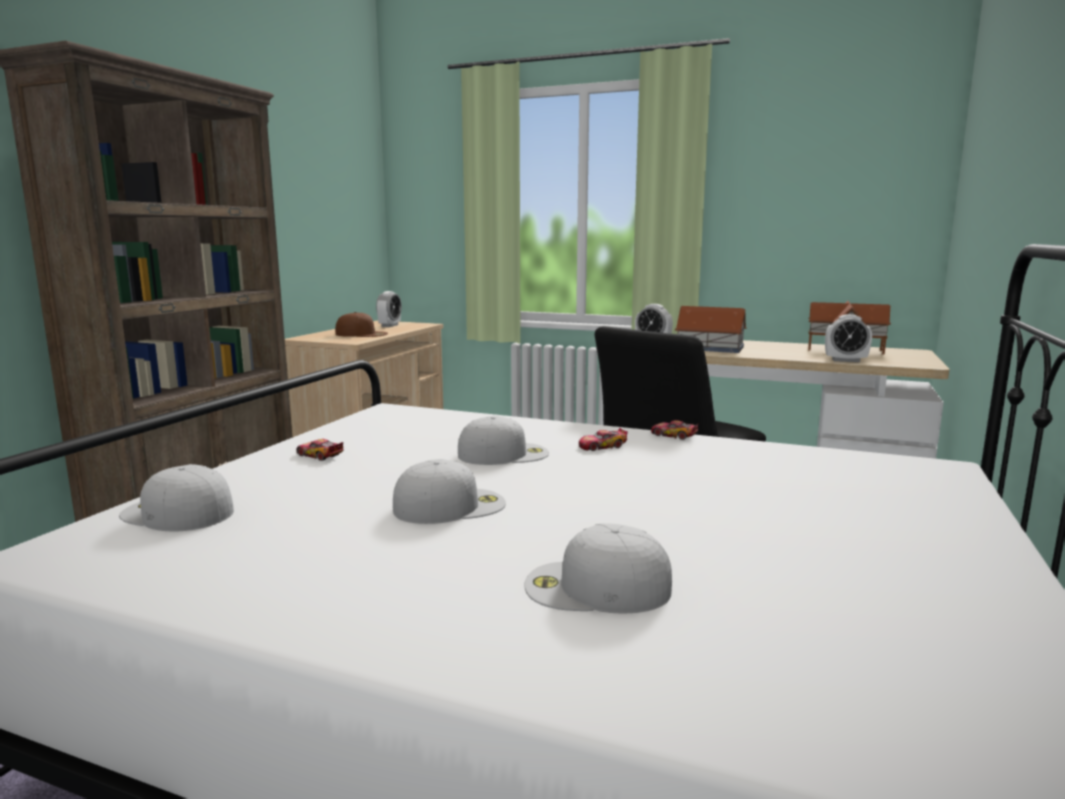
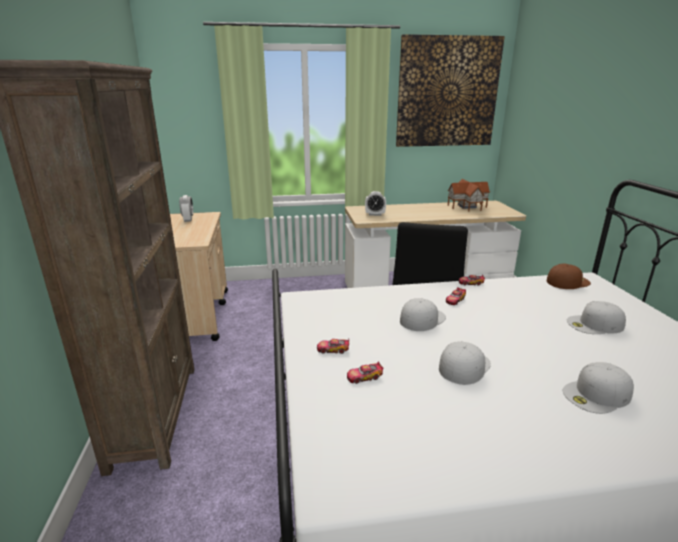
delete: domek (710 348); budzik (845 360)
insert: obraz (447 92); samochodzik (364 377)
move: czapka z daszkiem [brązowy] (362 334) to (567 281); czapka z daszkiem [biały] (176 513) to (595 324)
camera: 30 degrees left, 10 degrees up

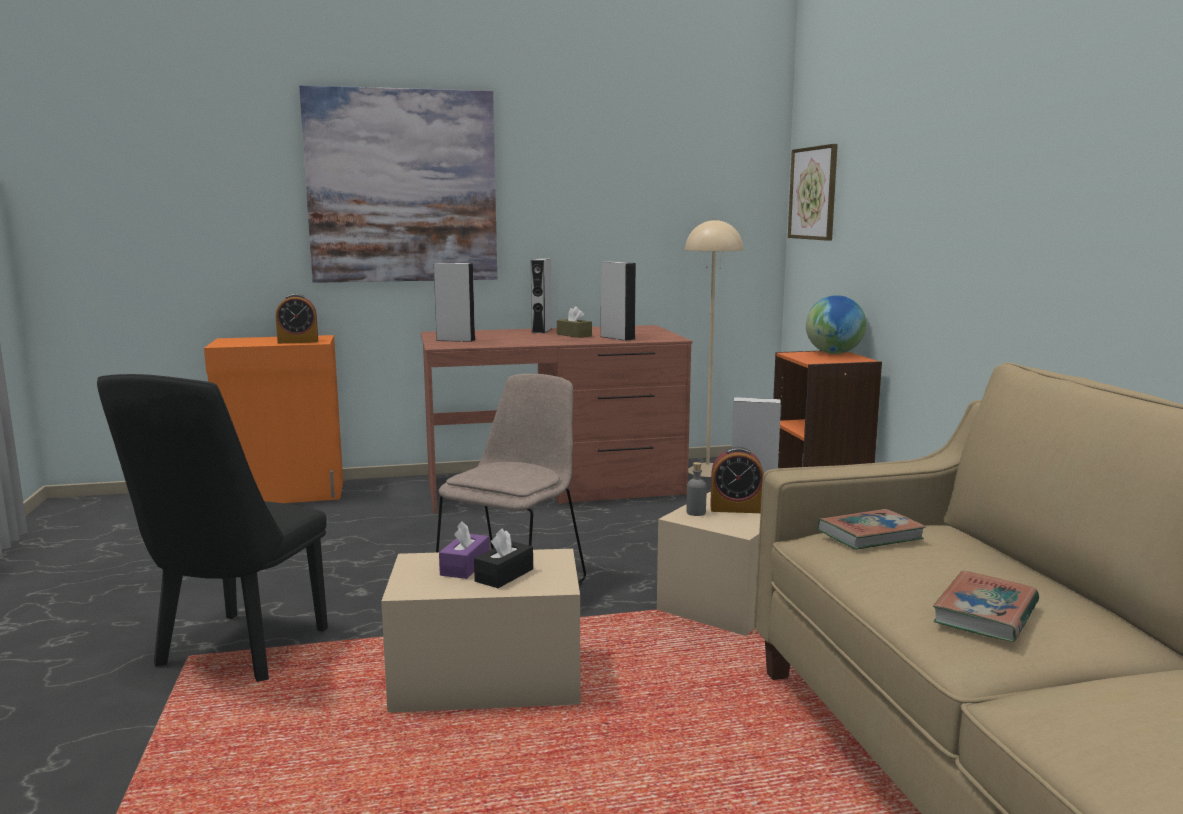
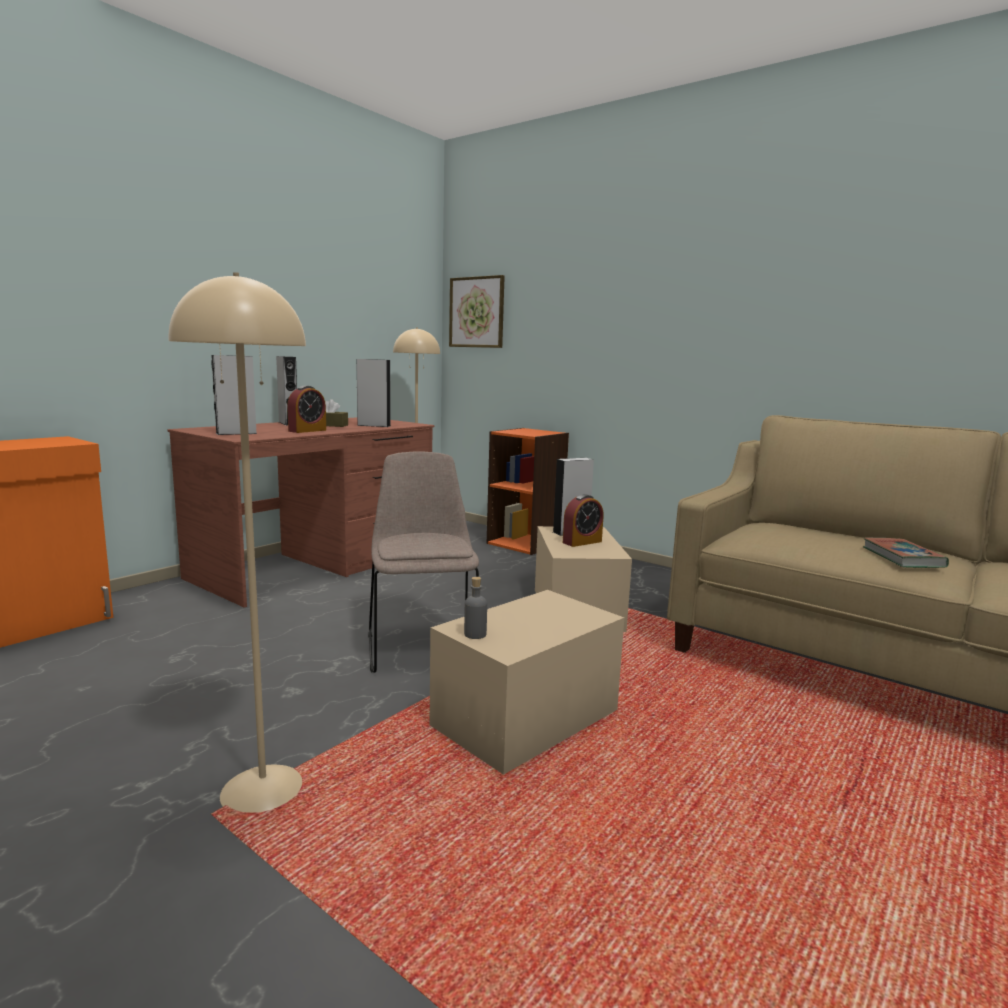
delete: obraz (402 186); globus (834 353); książka (870 535); pudełko chusteczek [fioletowy] (465 566); pudełko chusteczek [czarny] (504 575)
move: budzik (298 341) to (307 430); butelka [szary] (696 513) to (475 634)
replace: krzesło [czarny] (235 653) to lampa stojąca [beżowy] (262 789)
camera: 40 degrees left, 0 degrees up

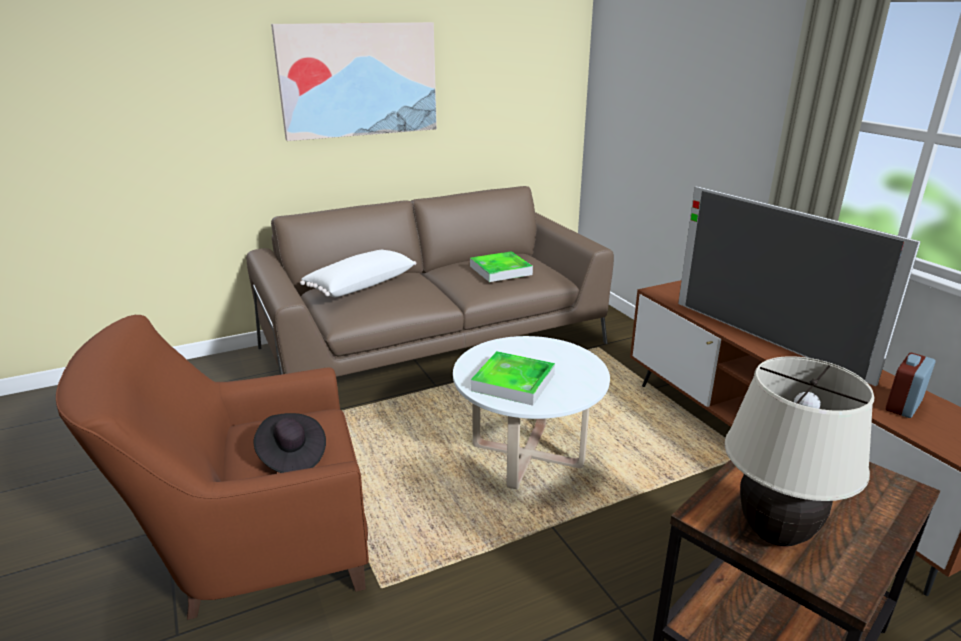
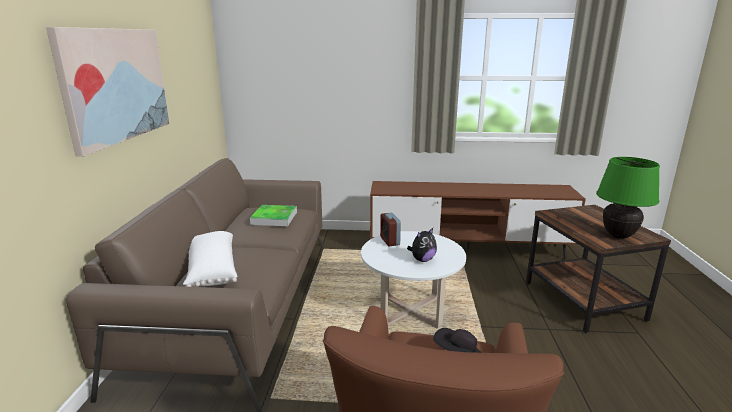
delete: telewizor (765 339)
move: budzik (903 405) to (390 241)
replace: taca (513 382) to pluszak (422 260)
recolor: lampa stołowa [beżowy] (775 534) to lampa stołowa [zielony] (618 236)
camera: 60 degrees left, 5 degrees down

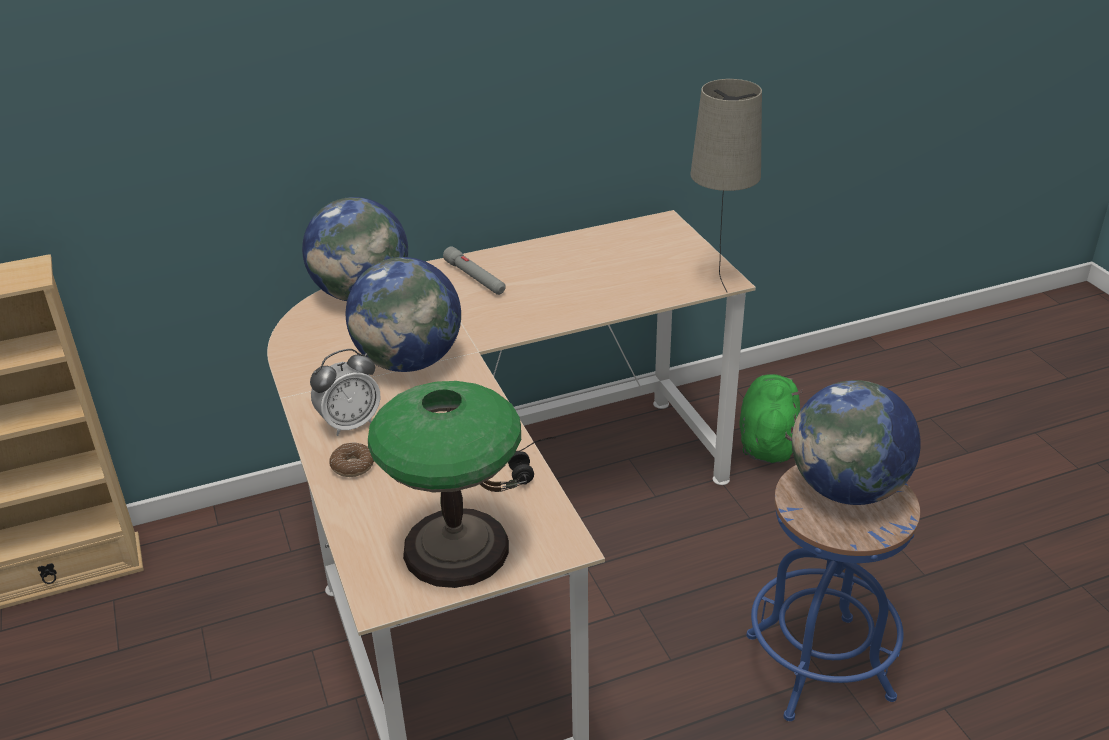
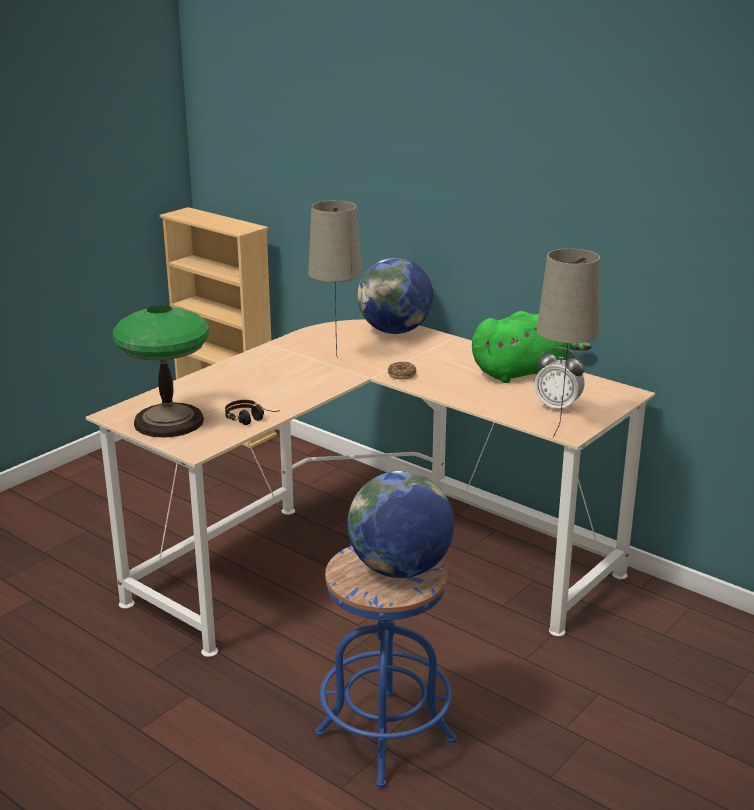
delete: latarka [szary] (475 278)
move: budzik (350 424) to (557 407); pluszak [zielony] (767 439) to (523 372); donut (352 466) to (401 375)
replace: globus (409 361) to lampa stołowa [beżowy] (336 363)
camera: 60 degrees right, 10 degrees down

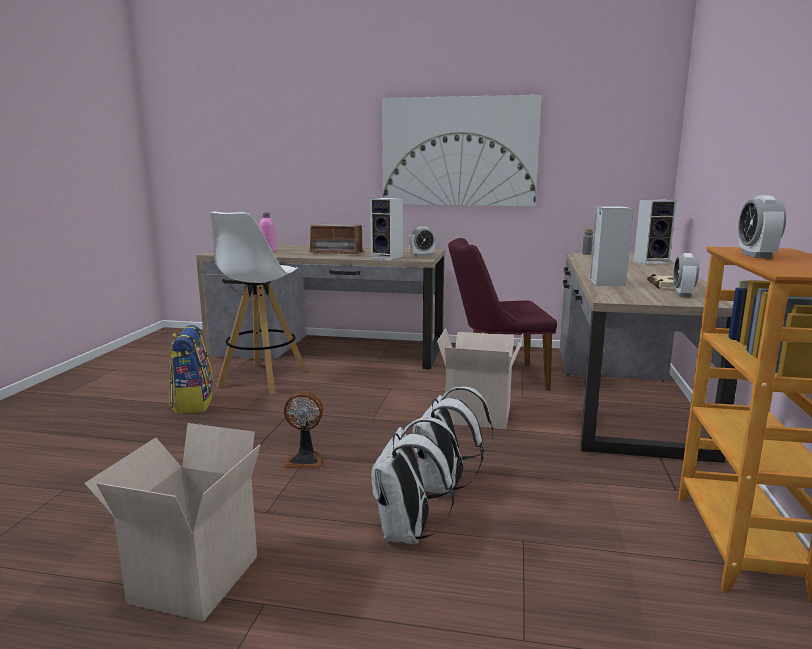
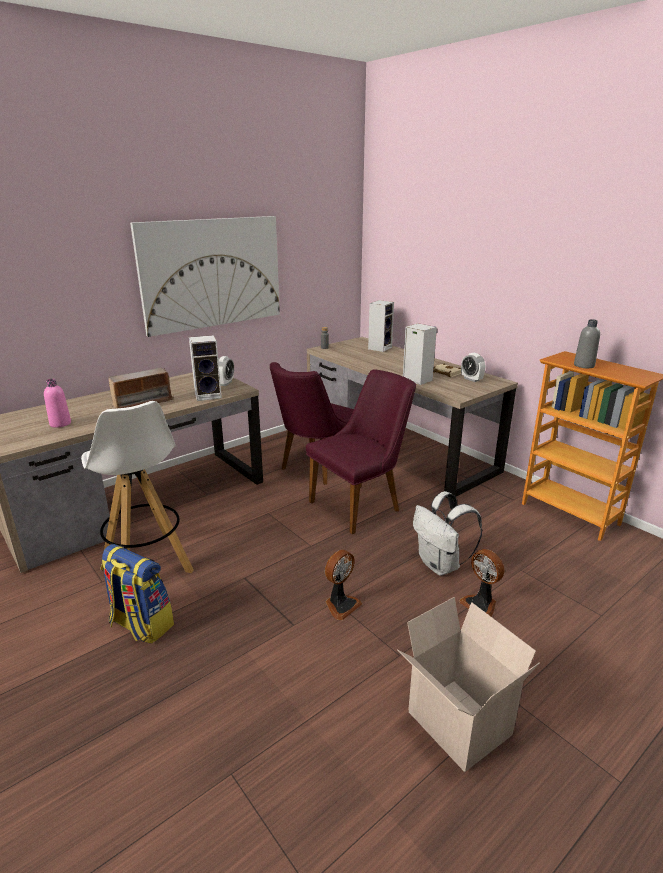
replace: budzik (756 255) to butelka [szary] (584 365); karton (479 415) to krzesło [fioletowy] (362 504); plecak [biały] (409 533) to wentylator (480 604)
camera: 50 degrees left, 10 degrees up

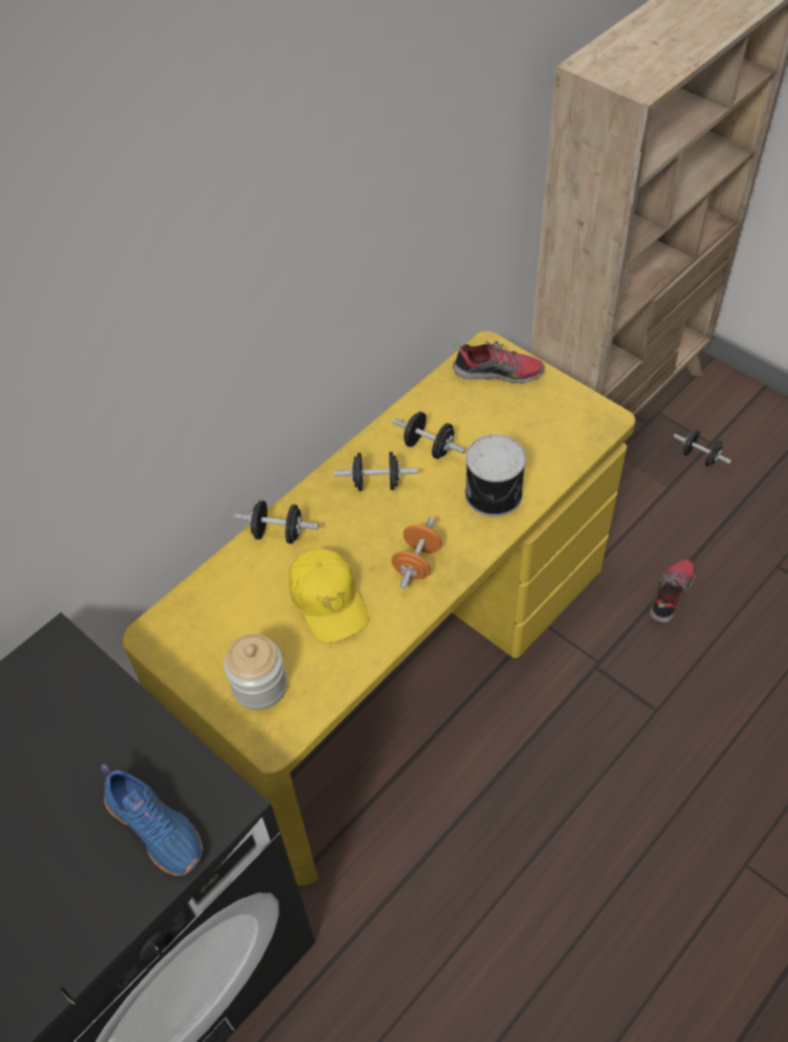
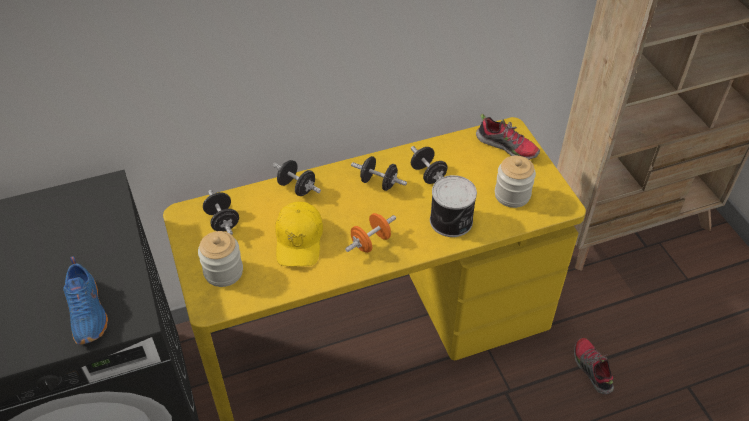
insert: słoik (512 195)
move: hantel [czarny] (699 457) to (222 221)
rotate: but (670 594) = (591 369) 75 degrees counterclockwise
camera: 25 degrees right, 5 degrees down

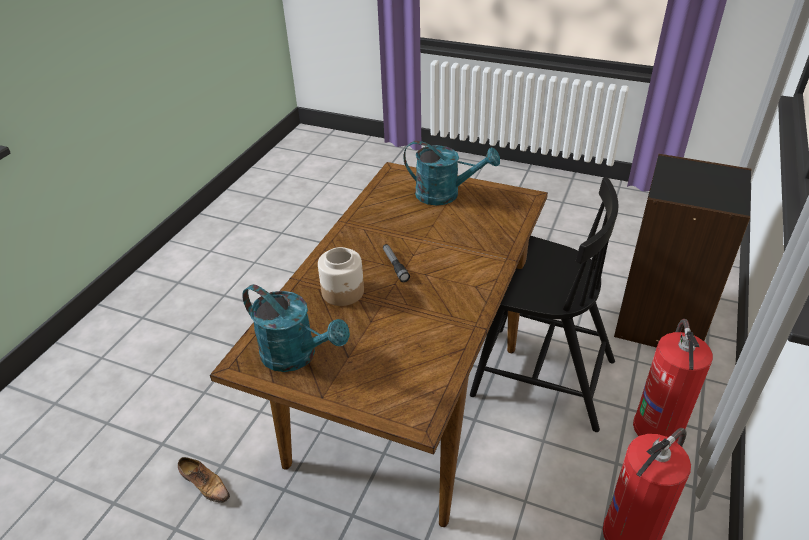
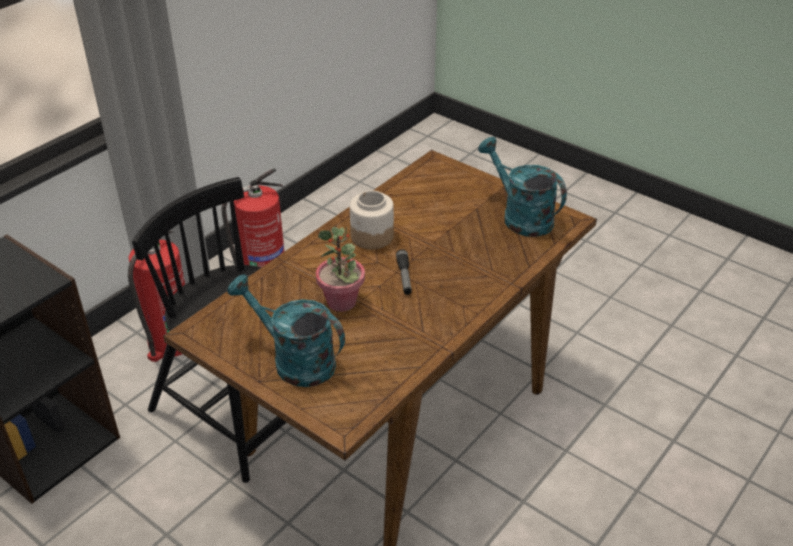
delete: but (205 484)
insert: roślina doniczkowa (342 302)
move: słoik (343 292) to (371 236)
camera: 165 degrees left, 0 degrees up

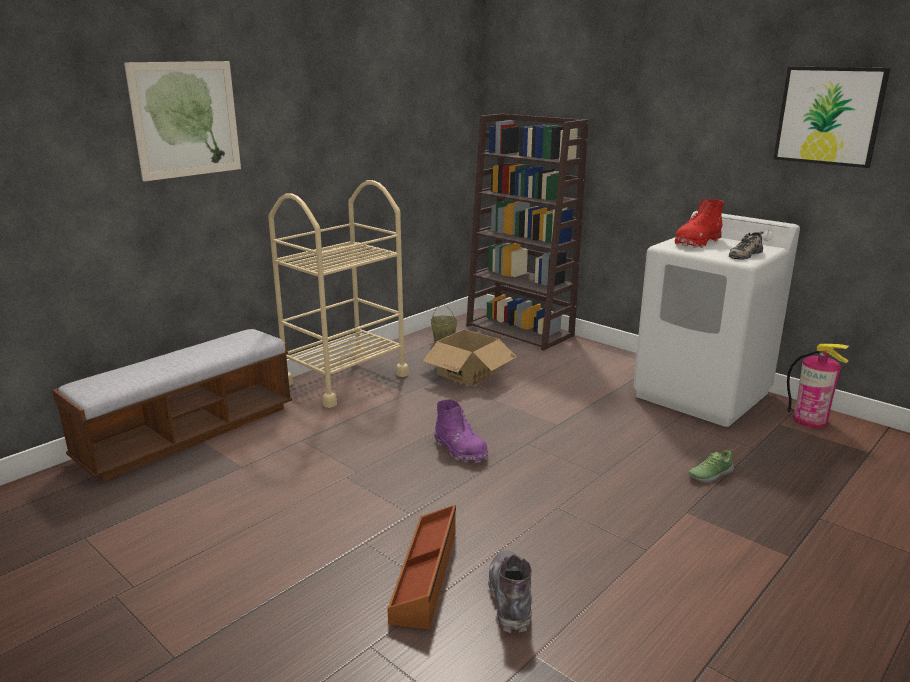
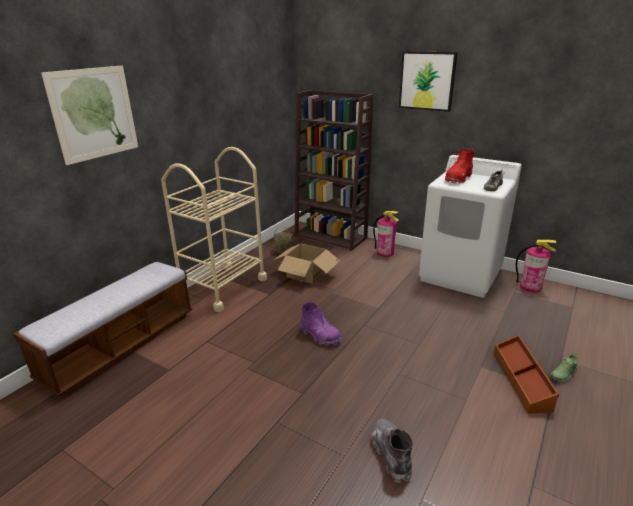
insert: gaśnica (385 253)
move: obraz (829 116) to (427 81); but (709 474) to (563 373); pojemnik do przechowywania [brązowy] (426 575) to (522 380)
camera: 10 degrees left, 5 degrees up

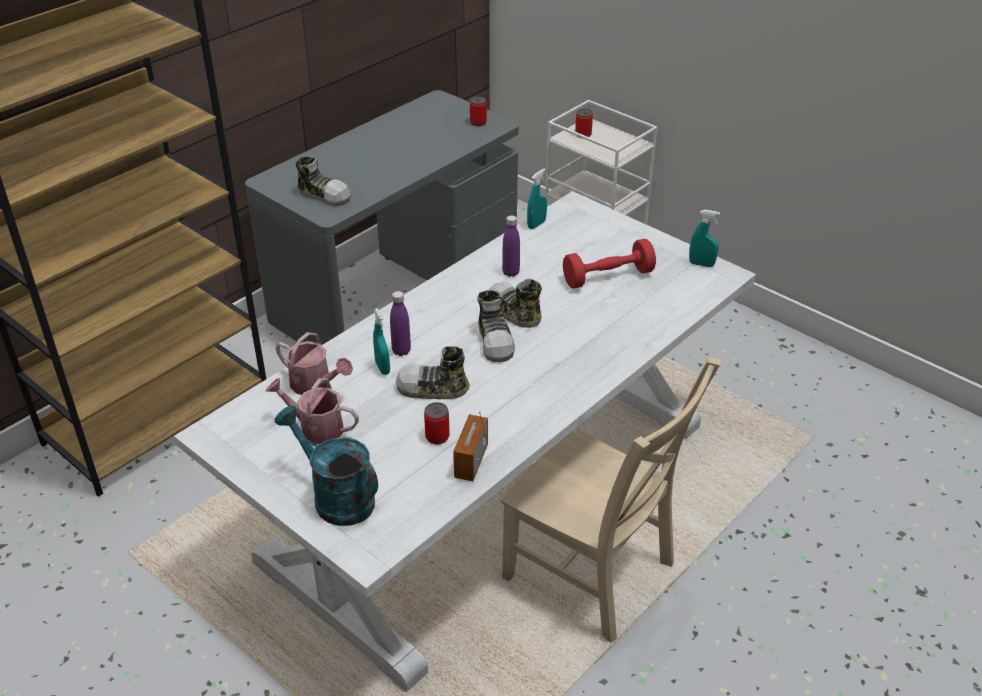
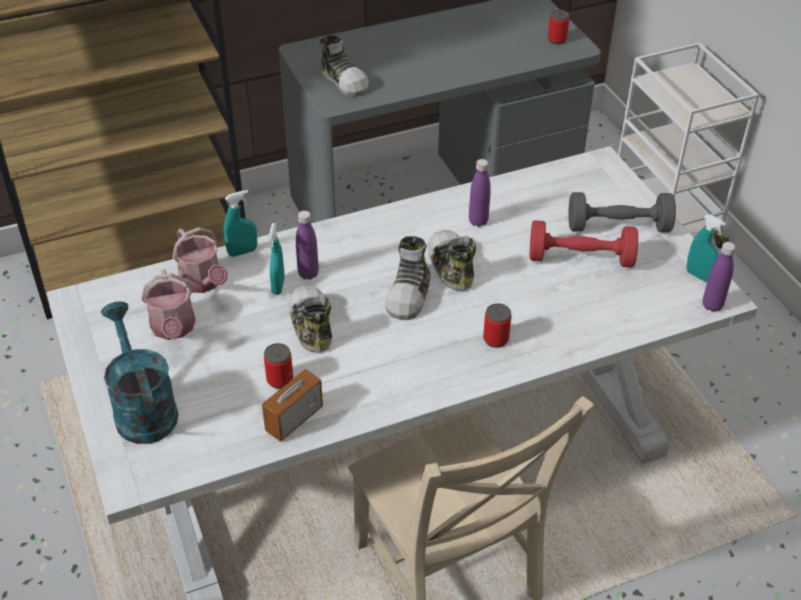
insert: hantel [szary] (618 227); butelka [fioletowy] (712 305)
move: puszka (583 134) to (496 339); spryskiwacz [turkusowy] (536 224) to (242 252)
rotate: but (432 389) = (310 325) 45 degrees clockwise; konewka (316 428) = (173 329) 150 degrees counterclockwise
camera: 25 degrees right, 5 degrees up

